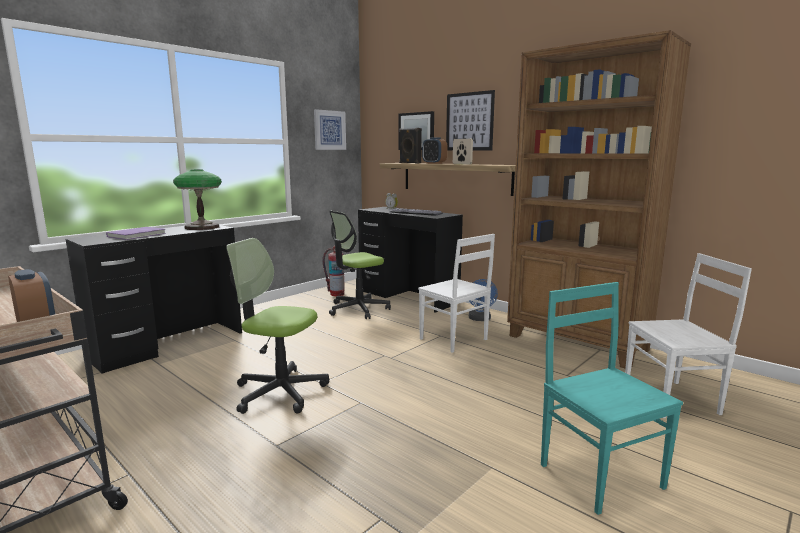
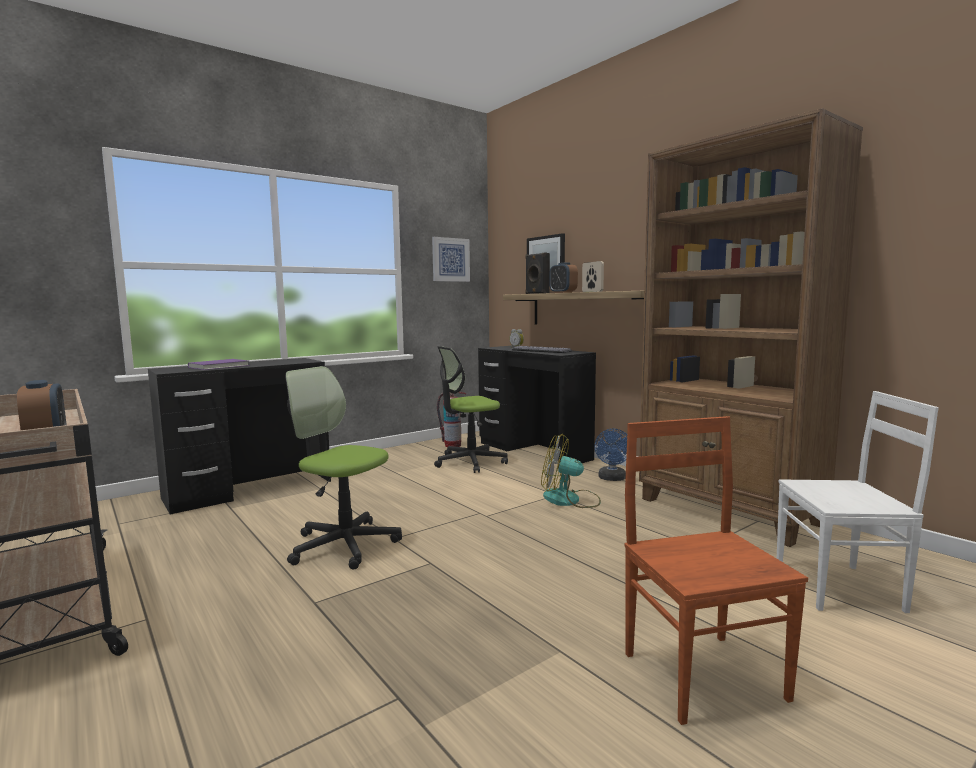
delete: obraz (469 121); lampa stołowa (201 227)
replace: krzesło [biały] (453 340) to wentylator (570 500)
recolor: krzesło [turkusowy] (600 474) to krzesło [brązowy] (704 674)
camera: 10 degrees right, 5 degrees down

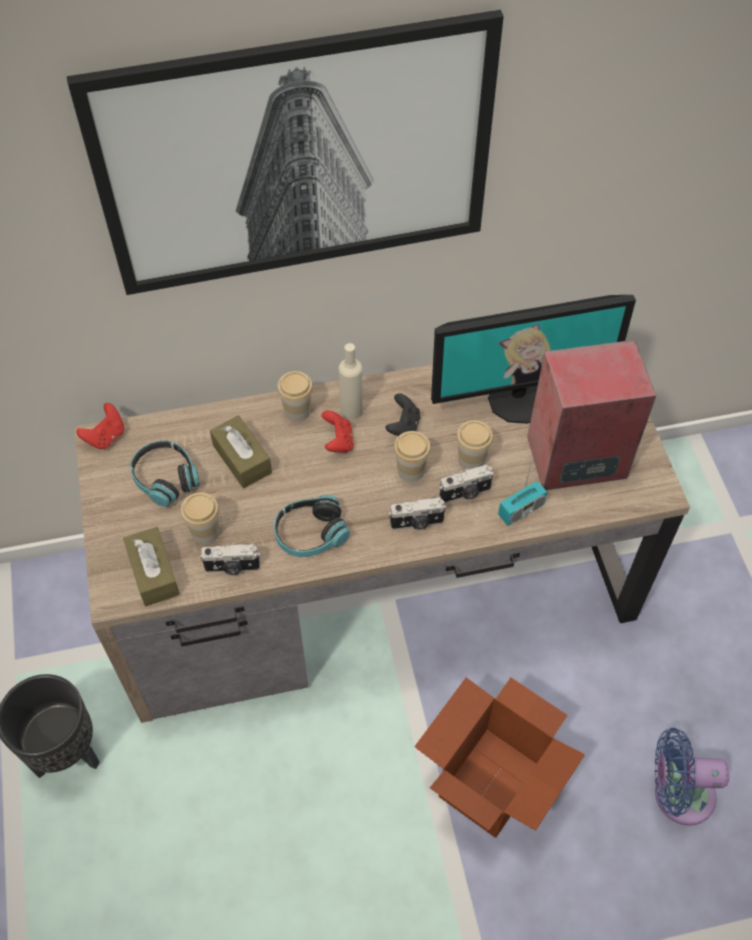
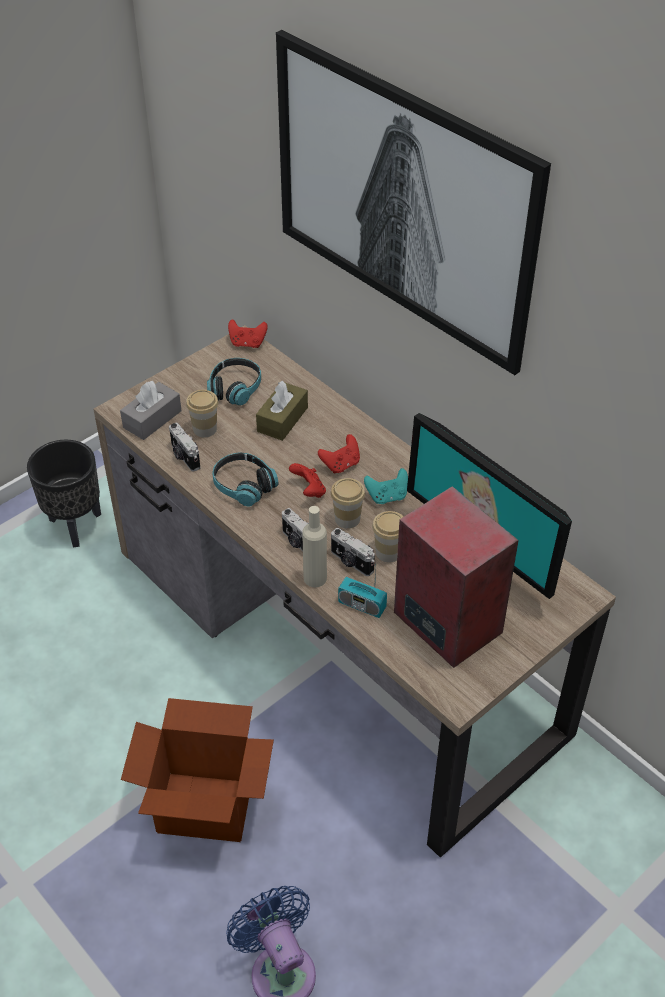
delete: filiżanka (297 411)
insert: pad do gier [czerwony] (309 491)
move: butelka [beżowy] (351 410) to (315 578)
recolor: pad do gier [czarny] (403 426) to pad do gier [turkusowy] (387 496); pudełko chusteczek [brązowy] (153 573) to pudełko chusteczek [szary] (152 419)
camera: 60 degrees right, 10 degrees down

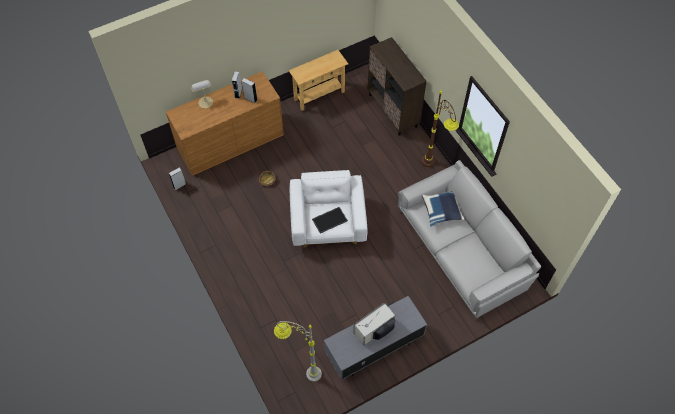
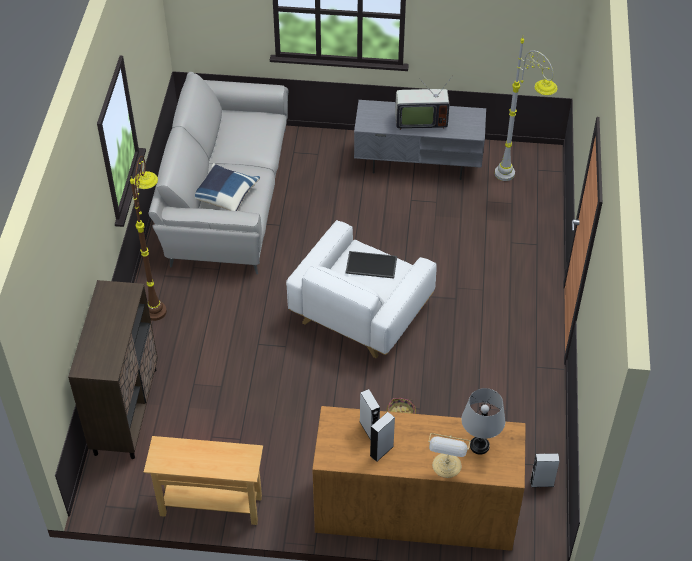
insert: lampa stołowa [szary] (479 446)
camera: 145 degrees left, 10 degrees down

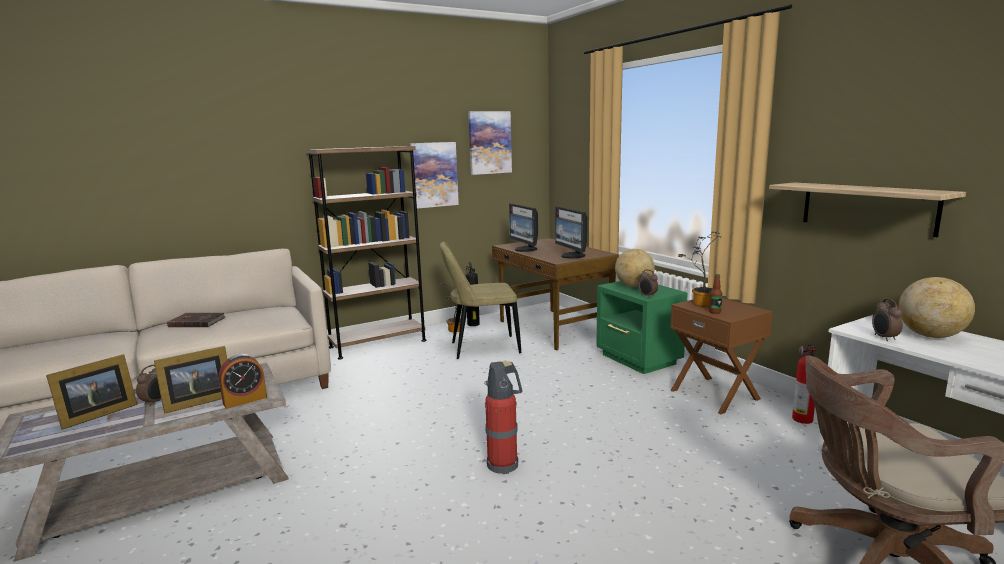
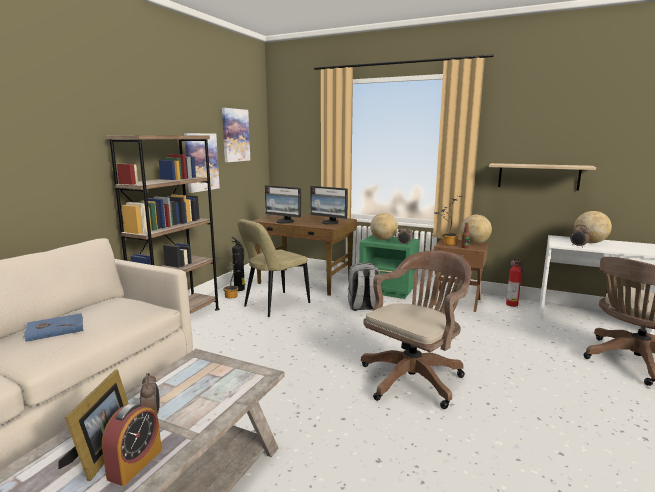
delete: ramka na zdjęcie (196 402)
insert: globus (474 243); plecak [szary] (363 307)
move: budzik (245 400) to (135 464)
replace: gaśnica (504 464) to krzesło biurowe [brązowy] (414 377)
recolor: książka [brązowy] (197 322) to książka [niebieski] (55 329)
camera: 35 degrees left, 0 degrees up

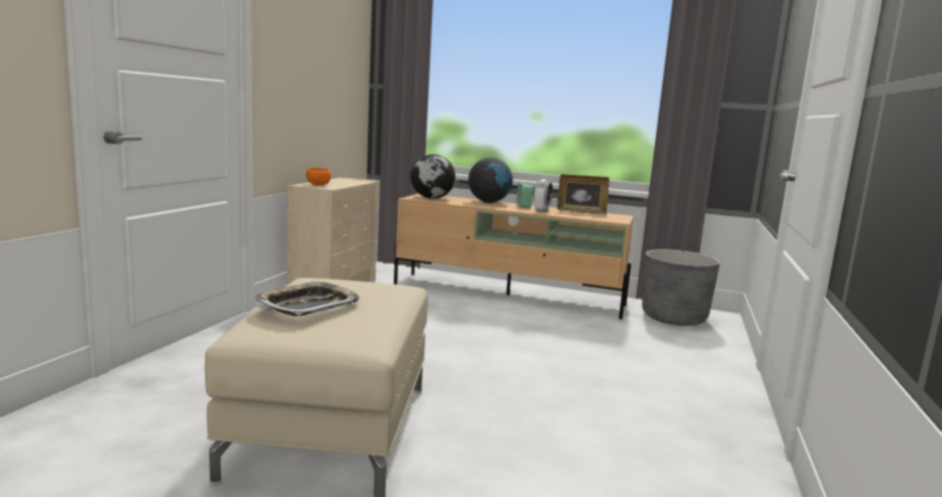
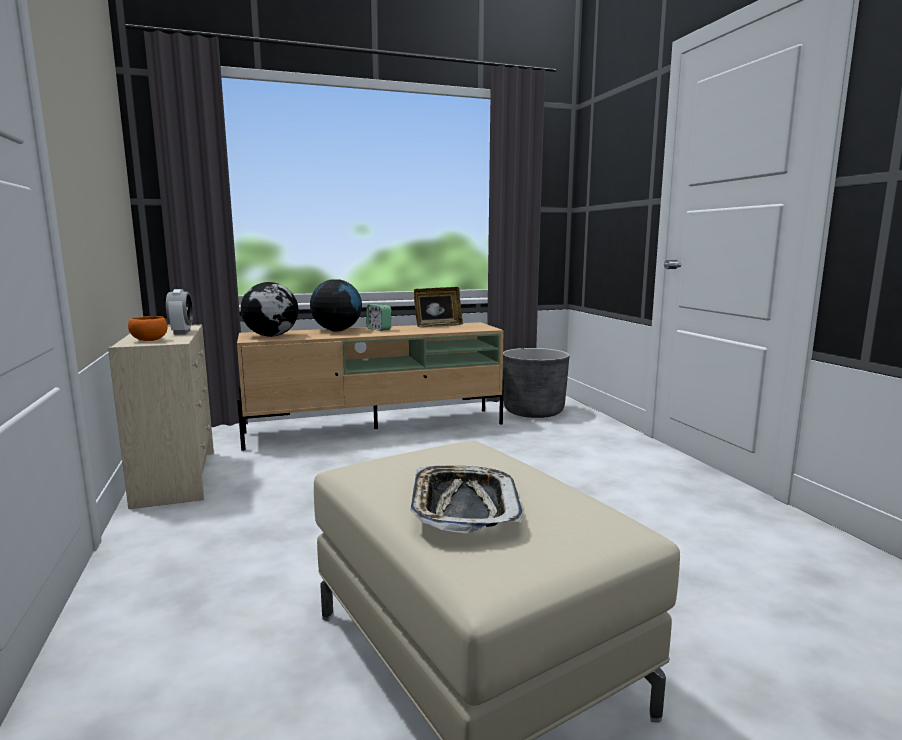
move: budzik (541 210) to (182 332)
camera: 35 degrees left, 0 degrees up

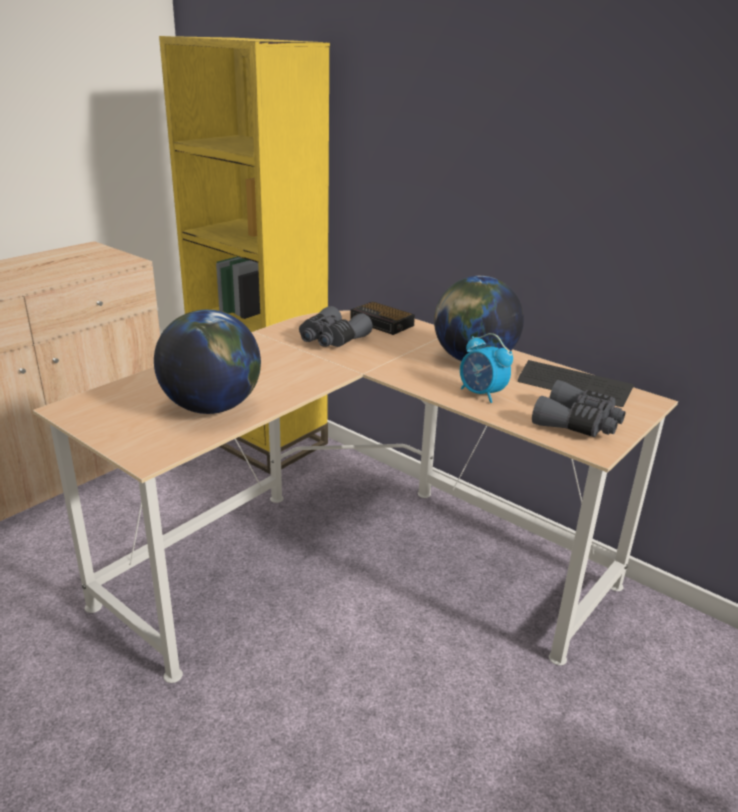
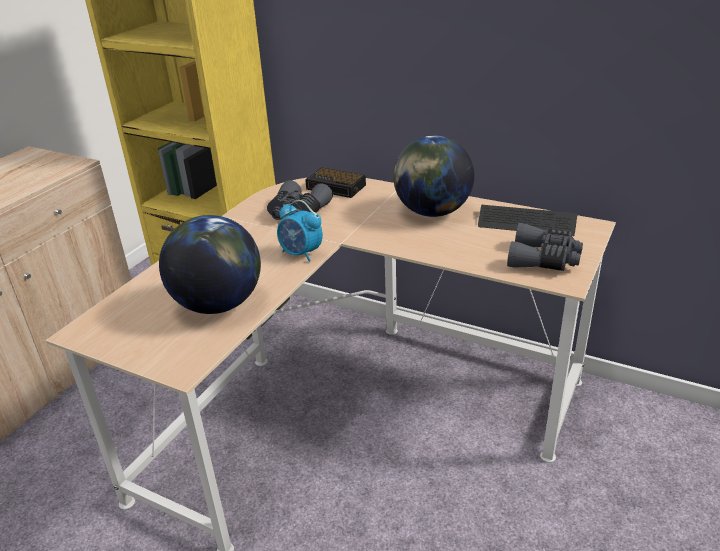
move: budzik (481 394) to (301 254)
camera: 10 degrees left, 5 degrees up

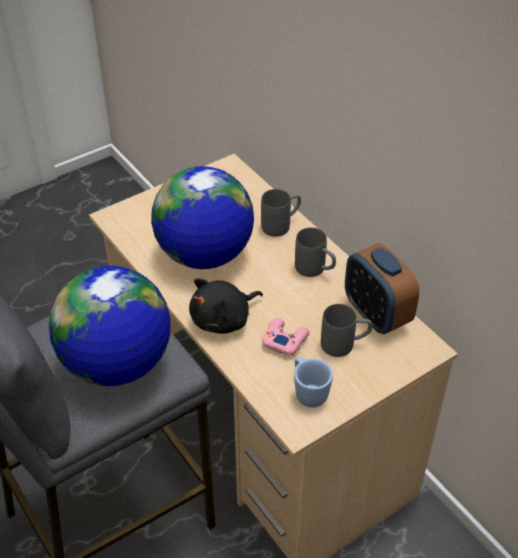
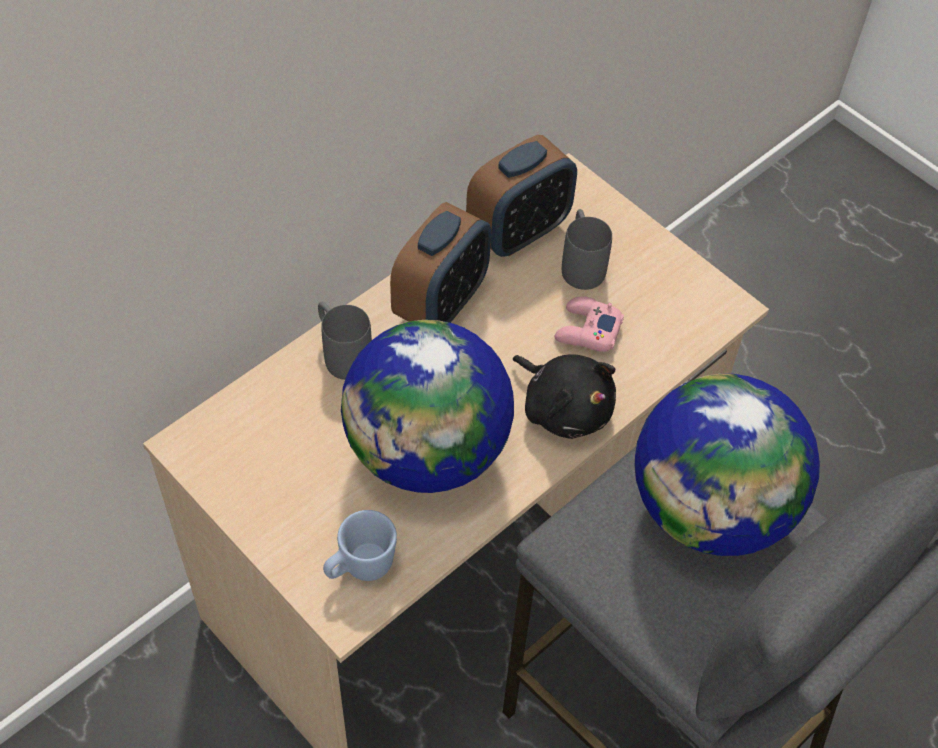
move: kubek [niebieski] (308 392) to (360 567)
replace: kubek [szary] (315 270) to budzik (441 303)
camera: 100 degrees left, 10 degrees up

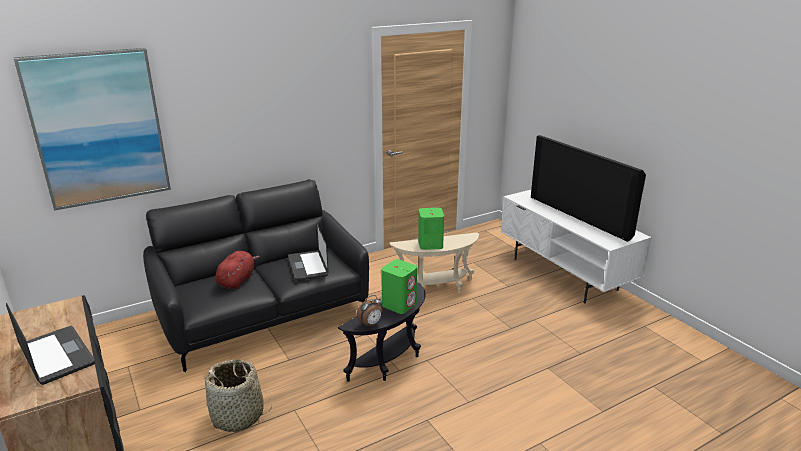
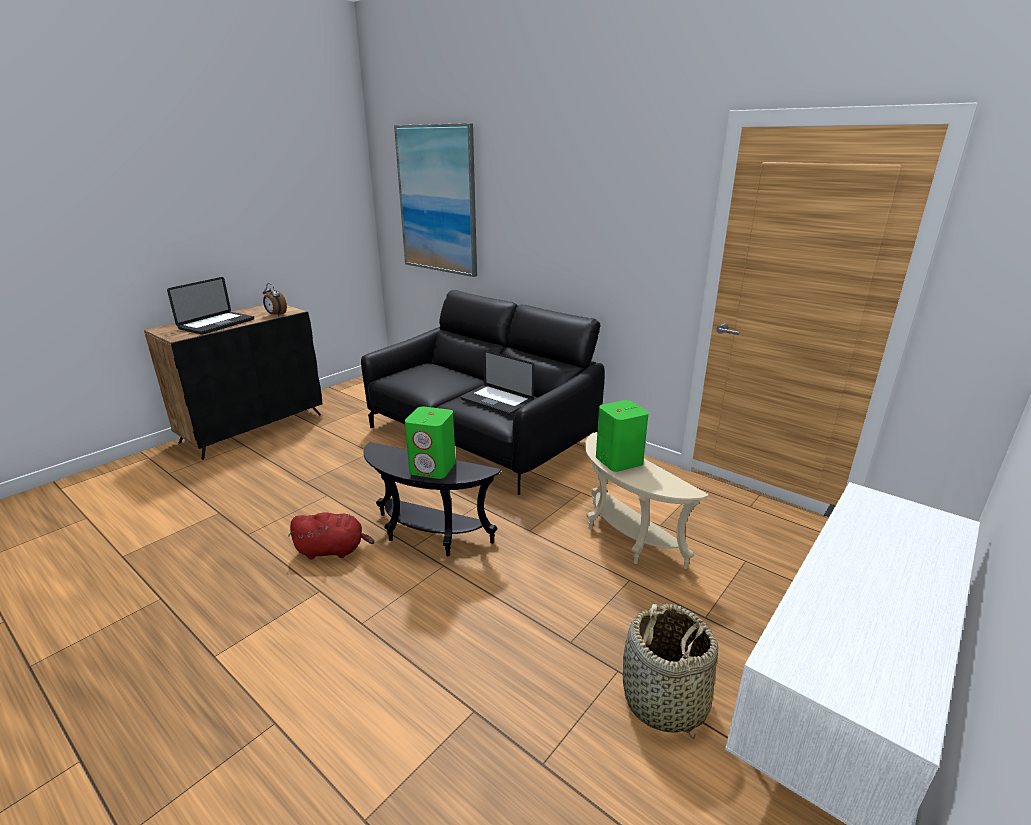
delete: telewizor (580 216)
move: pluszak [czerwony] (237 280) to (333 550); budzik (371 324) to (276 315); koszyk (238 416) to (664 701)
rotate: laptop (308 266) = (496 401) 105 degrees counterclockwise
camera: 70 degrees right, 0 degrees up

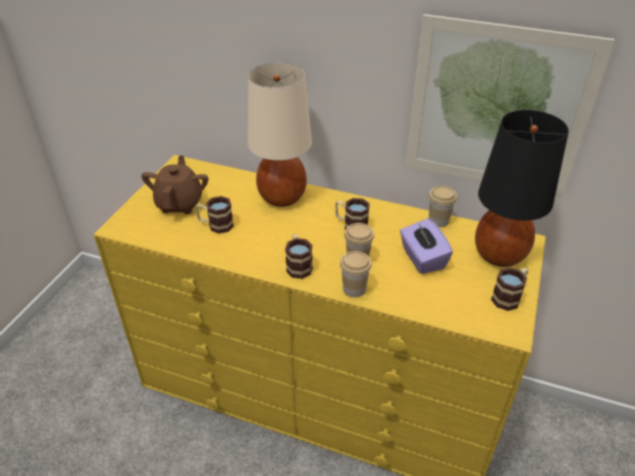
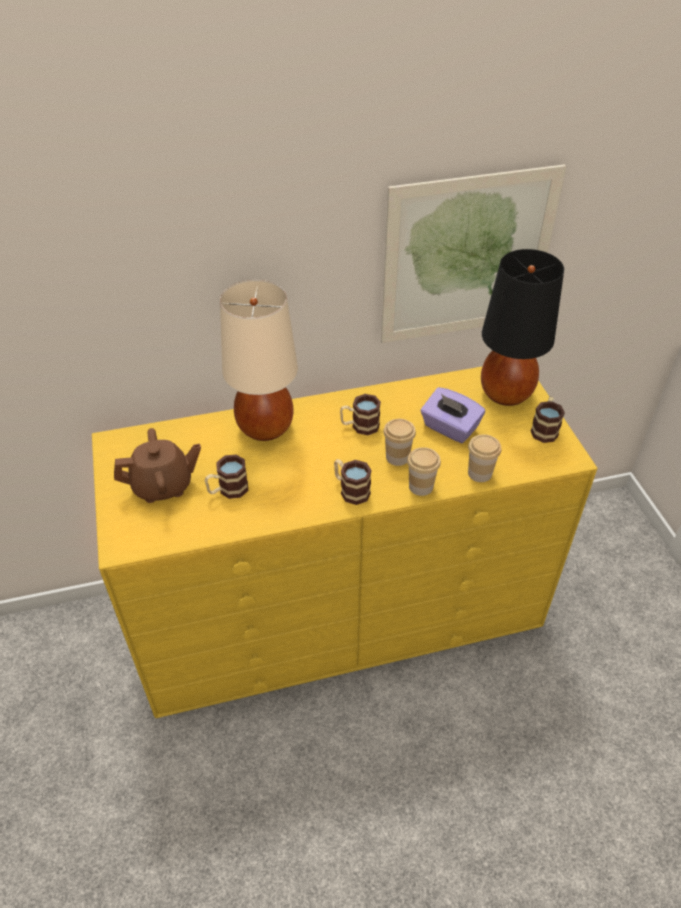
move: filiżanka (438 220) to (479 473)
rotate: imbryk [brązowy] (180 204) = (163 486) 105 degrees clockwise
camera: 35 degrees left, 5 degrees up

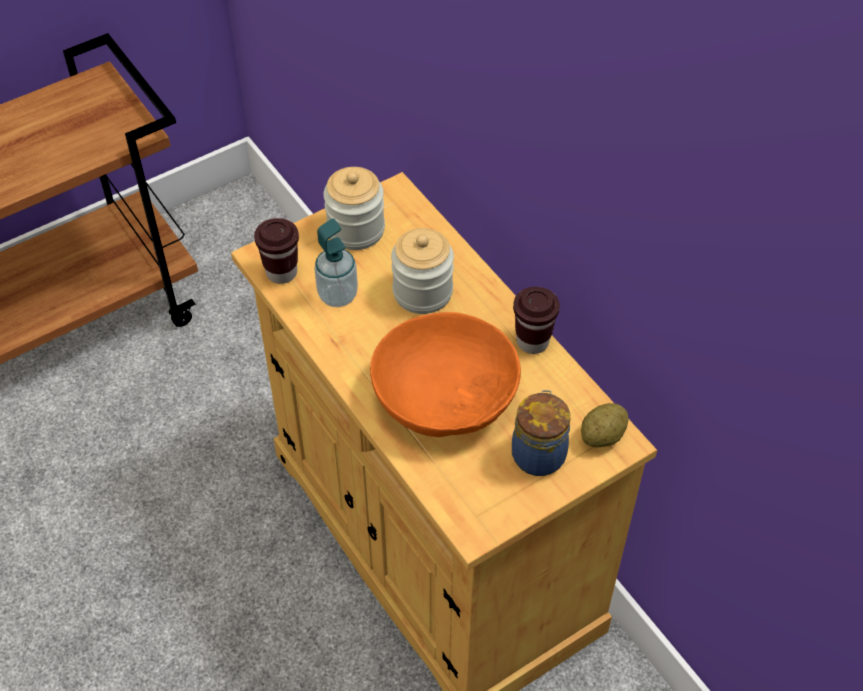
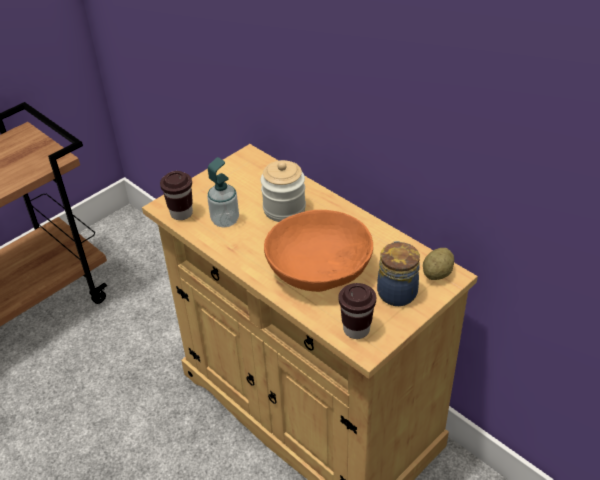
delete: słoik (356 230)
move: filiżanka [brązowy] (532 342) to (356 329)
camera: 10 degrees left, 10 degrees down

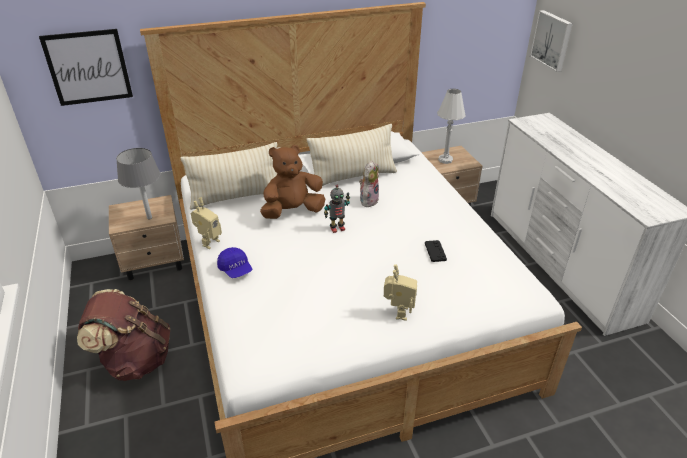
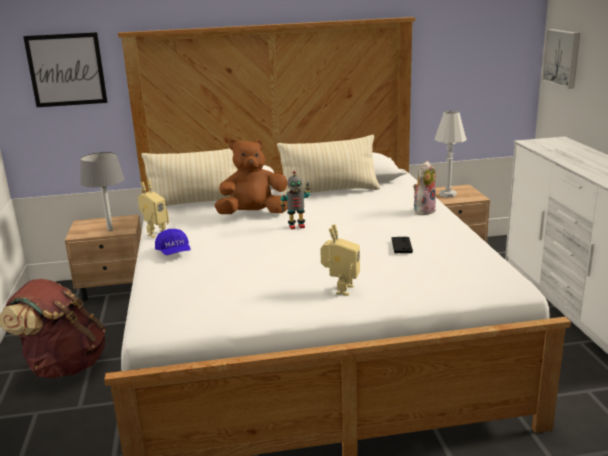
move: pluszak (368 200) to (423 210)
camera: 10 degrees right, 15 degrees down

